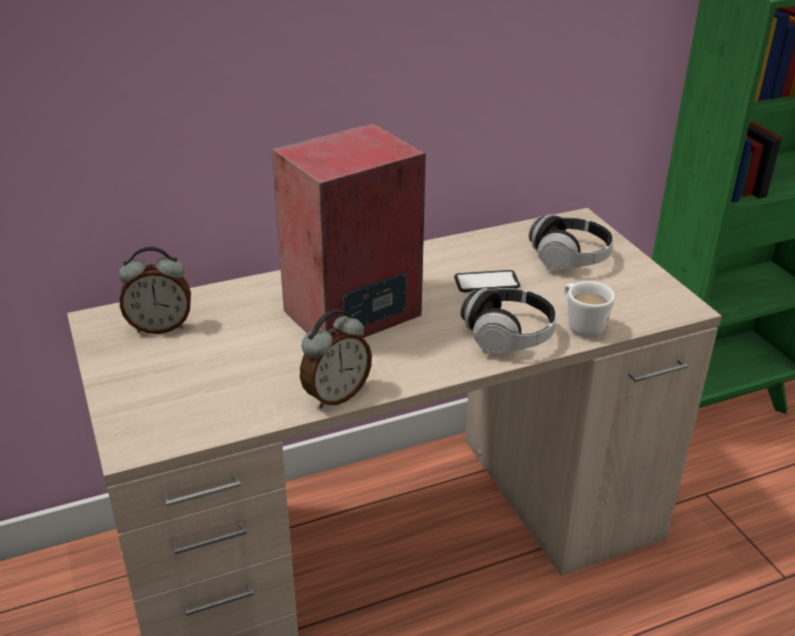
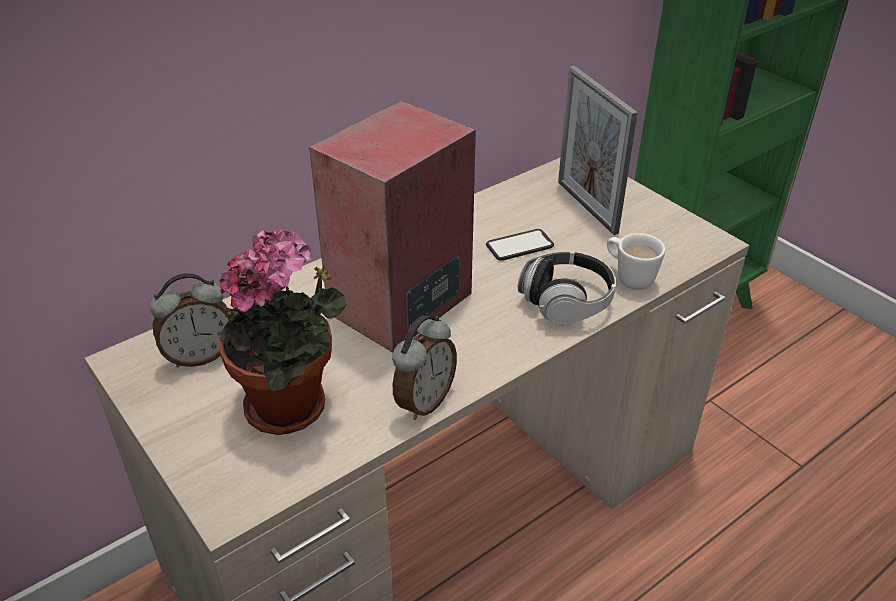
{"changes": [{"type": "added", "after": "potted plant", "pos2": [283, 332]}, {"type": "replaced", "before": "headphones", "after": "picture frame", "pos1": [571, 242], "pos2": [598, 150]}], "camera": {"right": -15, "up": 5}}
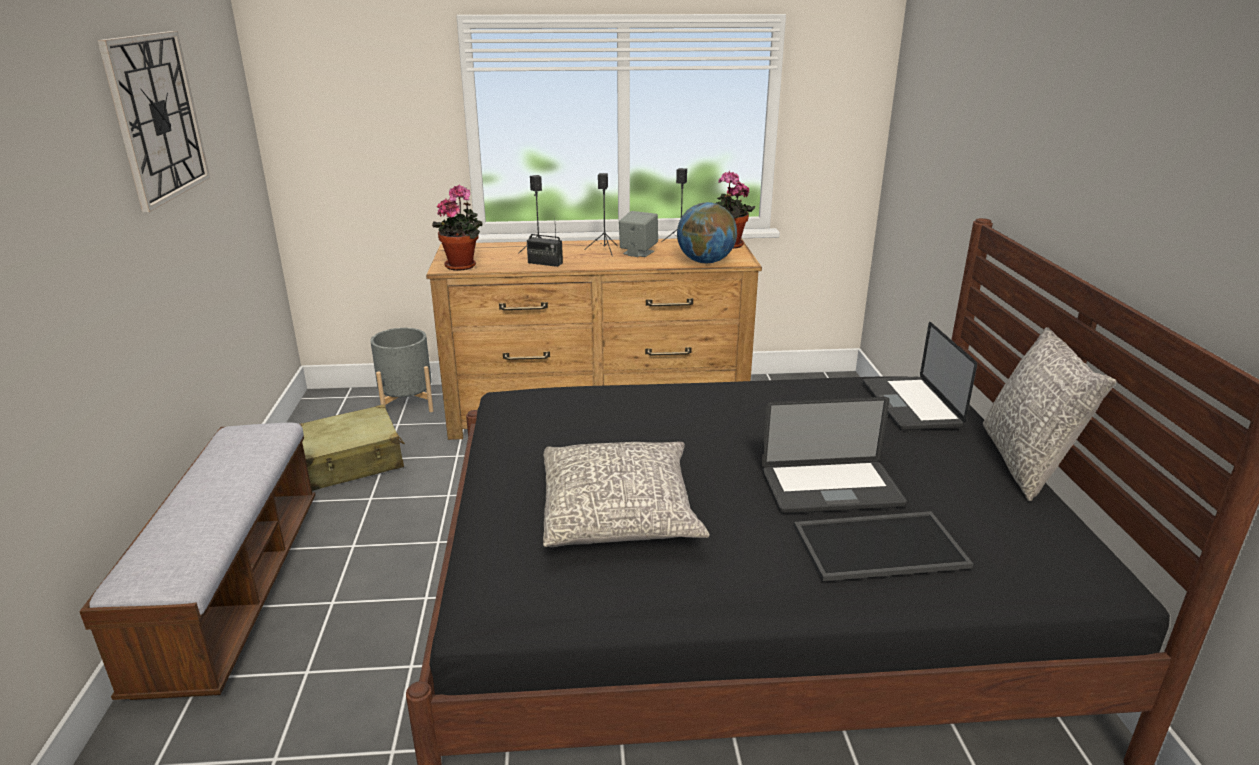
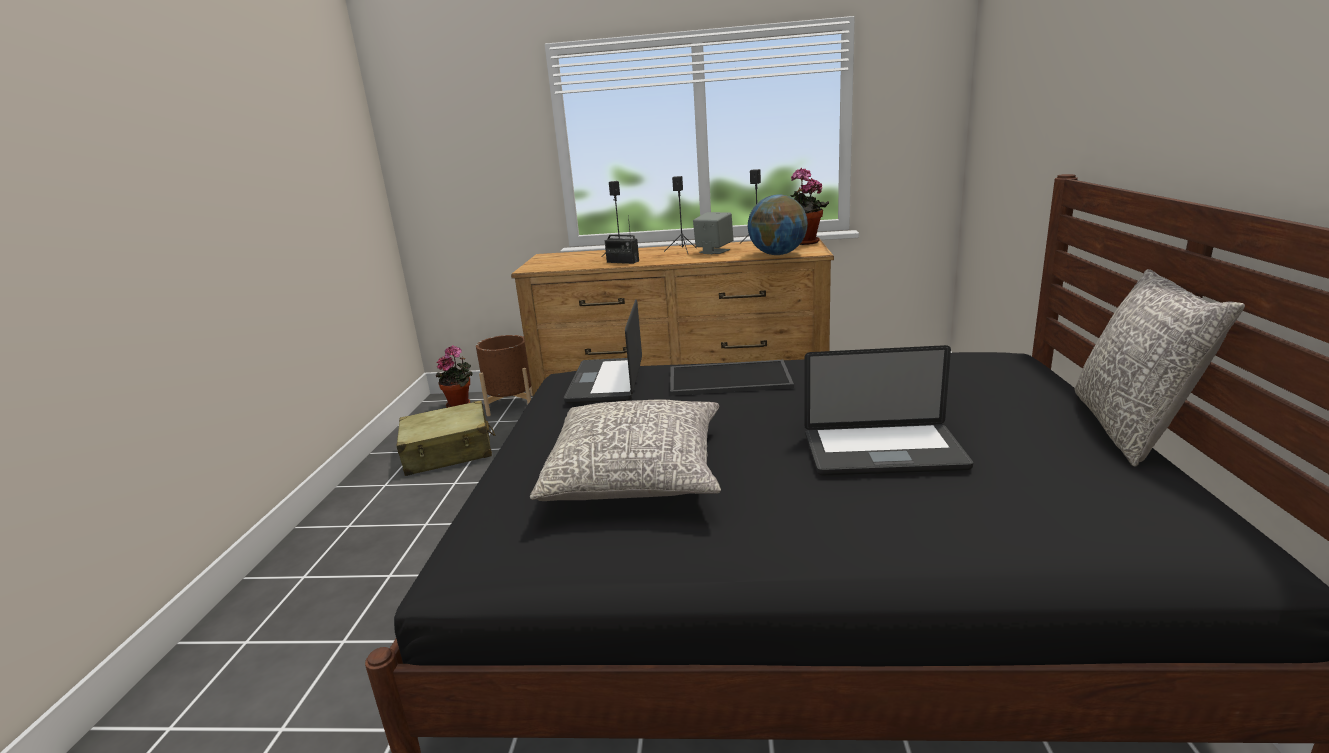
{"changes": [{"type": "moved", "before": "potted plant", "pos1": [457, 228], "pos2": [454, 377]}, {"type": "recoloured", "before": "planter/grey", "after": "planter/brown", "pos1": [401, 370], "pos2": [504, 375]}, {"type": "moved", "before": "laptop", "pos1": [920, 376], "pos2": [603, 351]}, {"type": "moved", "before": "tray", "pos1": [883, 546], "pos2": [732, 378]}, {"type": "removed", "before": "bench", "pos1": [197, 561]}, {"type": "removed", "before": "wall clock", "pos1": [153, 121]}], "camera": {"right": 10, "up": -5}}
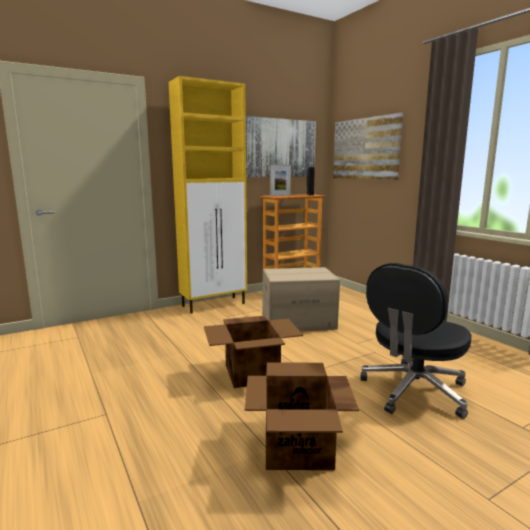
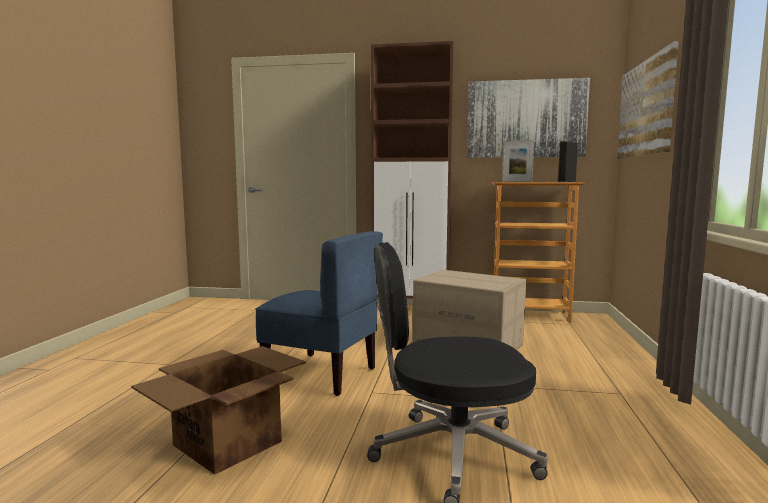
{"changes": [{"type": "replaced", "before": "cardboard box", "after": "chair/blue", "pos1": [253, 352], "pos2": [319, 313]}, {"type": "recoloured", "before": "cabinet/yellow", "after": "cabinet/brown", "pos1": [208, 194], "pos2": [412, 170]}], "camera": {"right": 40, "up": -5}}
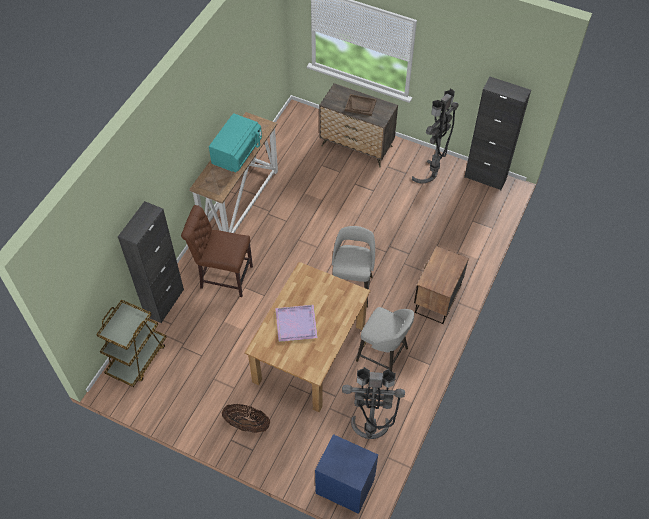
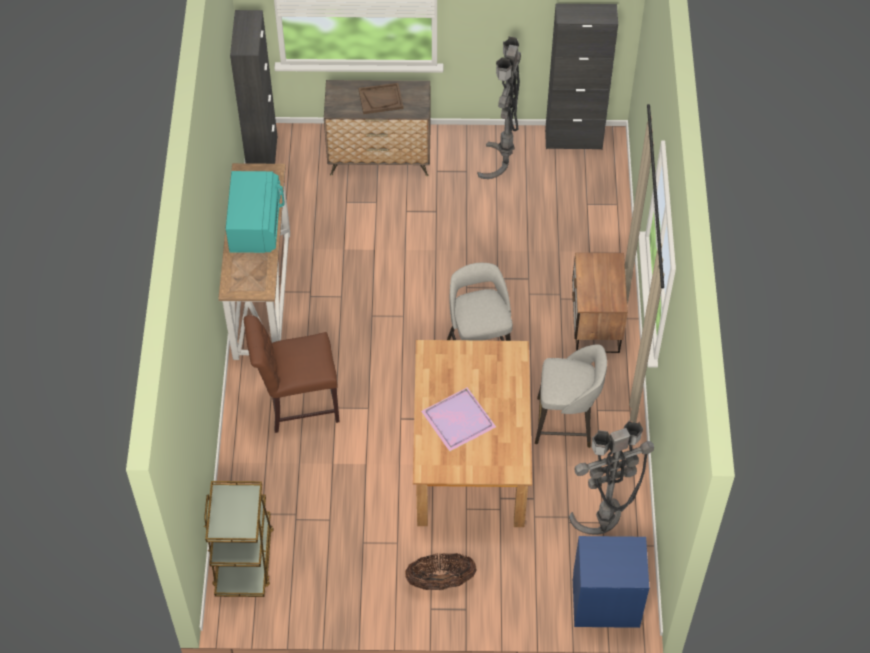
{"changes": [{"type": "moved", "before": "cabinet/black", "pos1": [151, 262], "pos2": [253, 87]}], "camera": {"right": -25, "up": 0}}
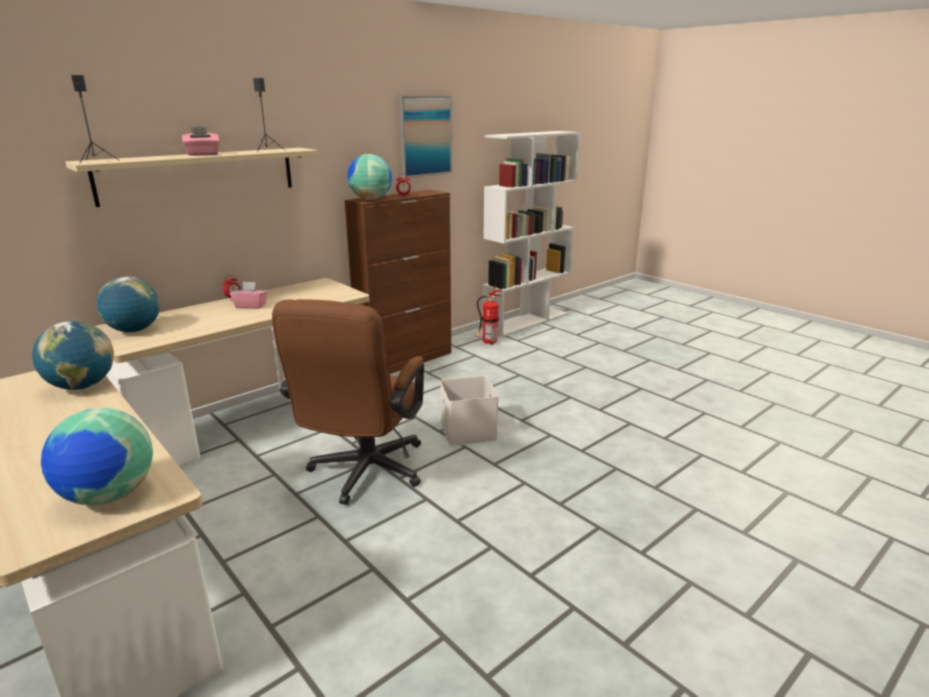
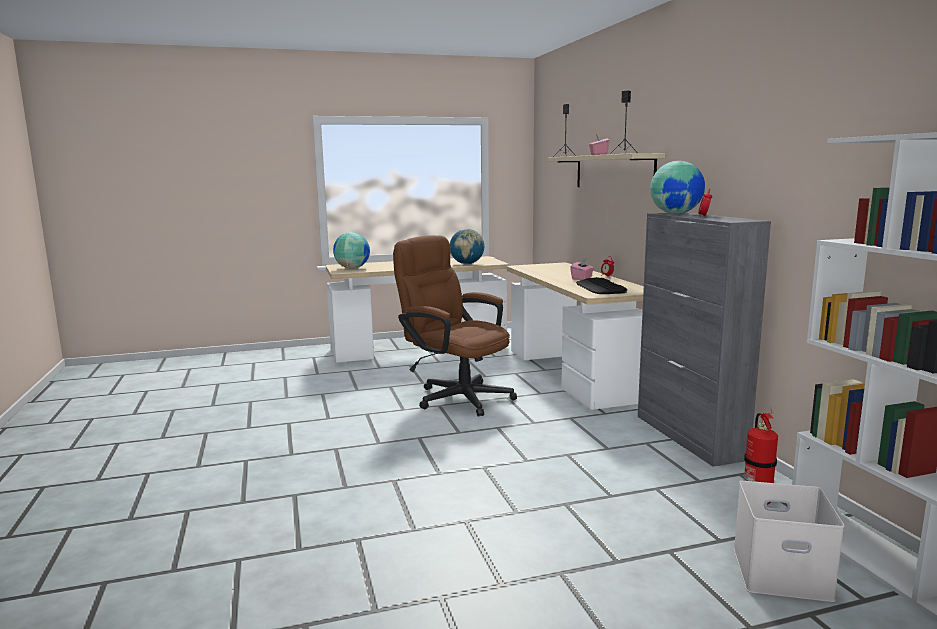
{"changes": [{"type": "added", "after": "keyboard", "pos2": [601, 285]}, {"type": "recoloured", "before": "cabinet/brown", "after": "cabinet/grey", "pos1": [397, 281], "pos2": [704, 340]}, {"type": "moved", "before": "storage box/white", "pos1": [469, 411], "pos2": [789, 541]}, {"type": "removed", "before": "globe", "pos1": [128, 304]}, {"type": "removed", "before": "picture", "pos1": [425, 137]}], "camera": {"right": 115, "up": -10}}
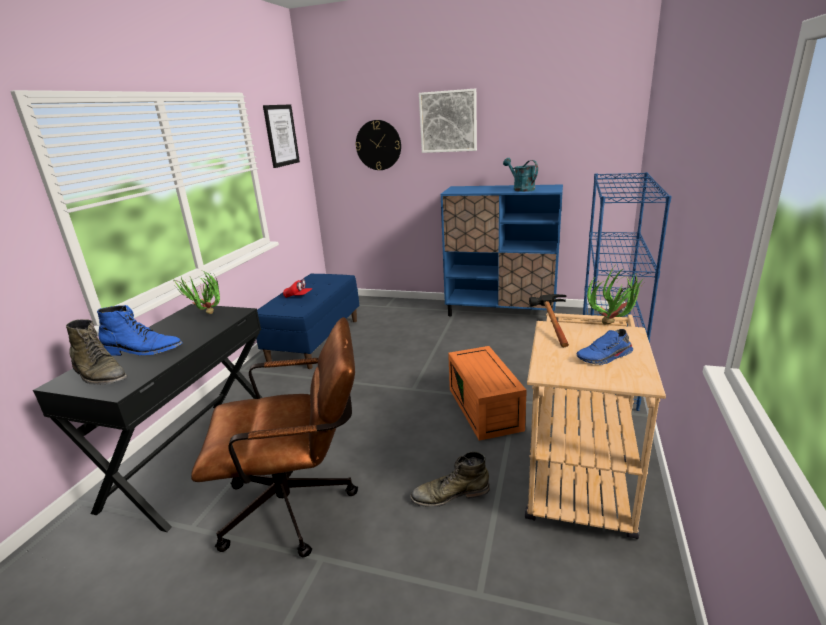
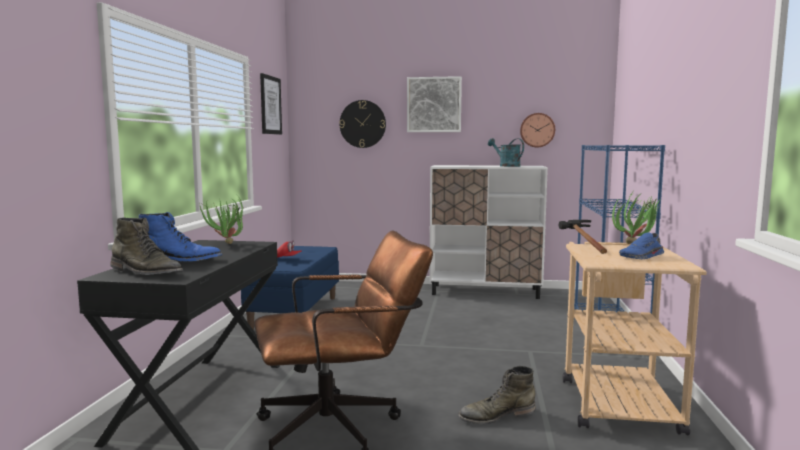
{"changes": [{"type": "recoloured", "before": "cabinet/blue", "after": "cabinet/white", "pos1": [501, 250], "pos2": [488, 232]}, {"type": "added", "after": "wall clock", "pos2": [537, 130]}, {"type": "removed", "before": "storage box/orange", "pos1": [487, 393]}], "camera": {"right": -10, "up": -15}}
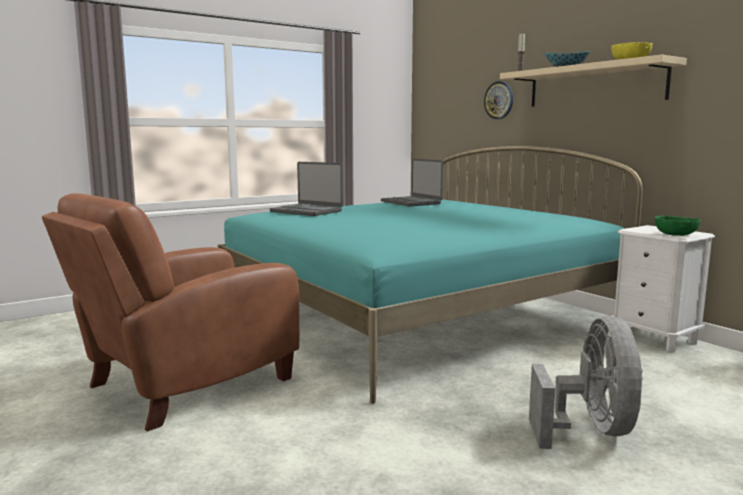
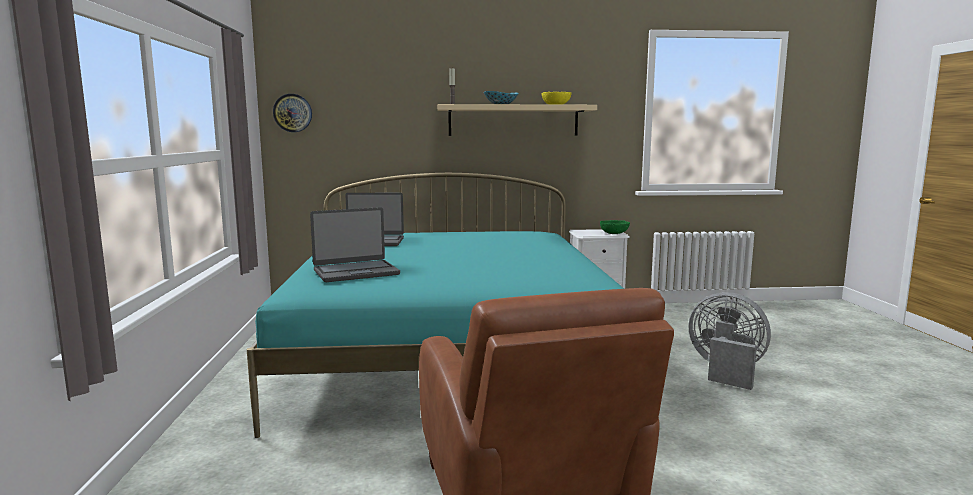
{"changes": [{"type": "moved", "before": "wall clock", "pos1": [498, 100], "pos2": [292, 113]}], "camera": {"right": -60, "up": 0}}
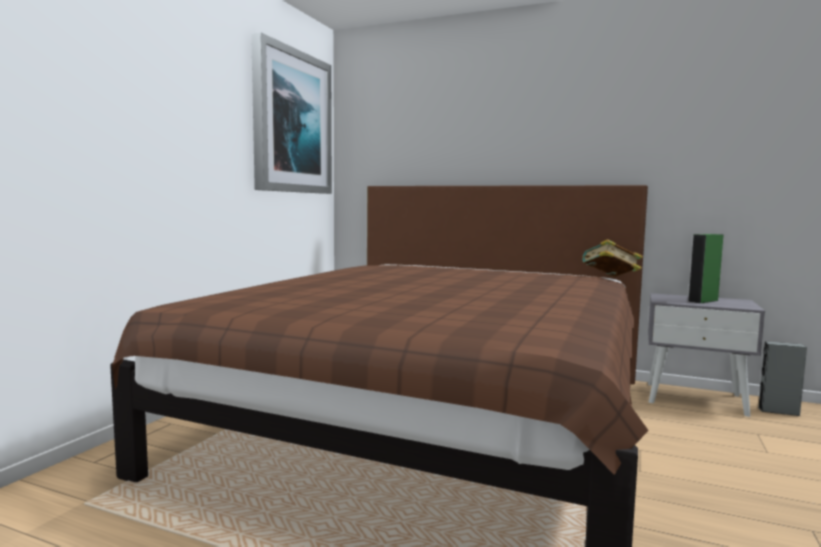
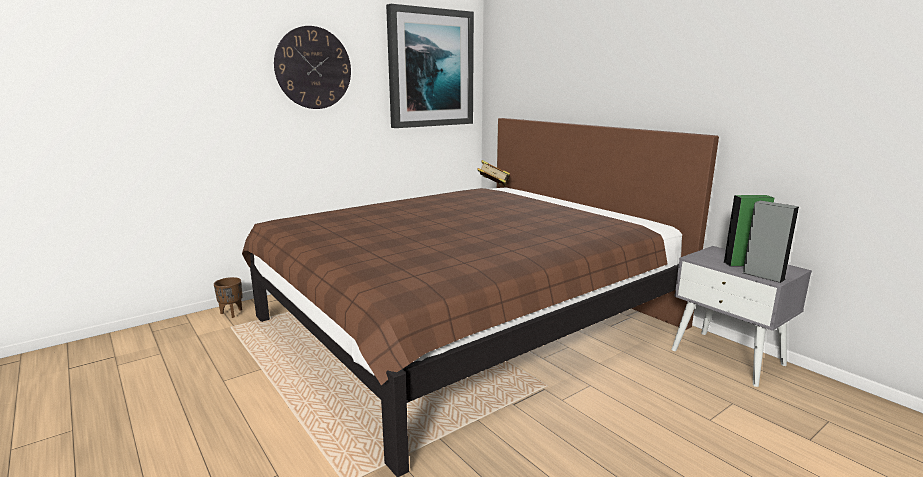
{"changes": [{"type": "added", "after": "planter/brown", "pos2": [228, 297]}, {"type": "added", "after": "wall clock", "pos2": [312, 67]}, {"type": "moved", "before": "book", "pos1": [612, 258], "pos2": [493, 173]}, {"type": "moved", "before": "speaker/grey", "pos1": [782, 378], "pos2": [771, 241]}], "camera": {"right": 30, "up": 10}}
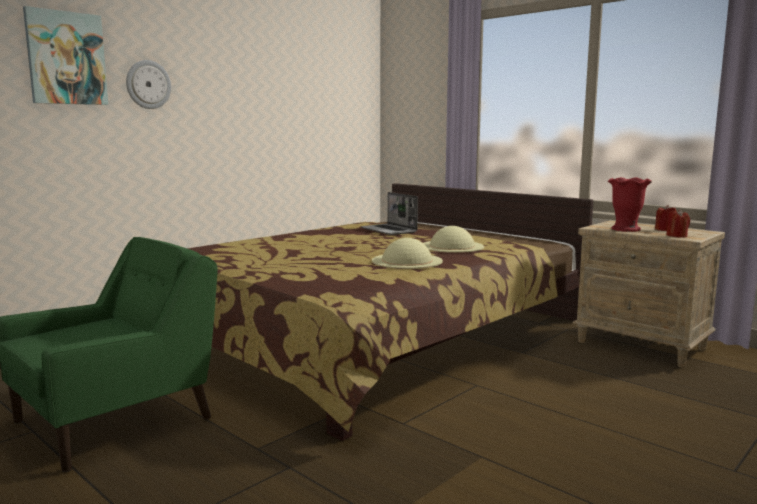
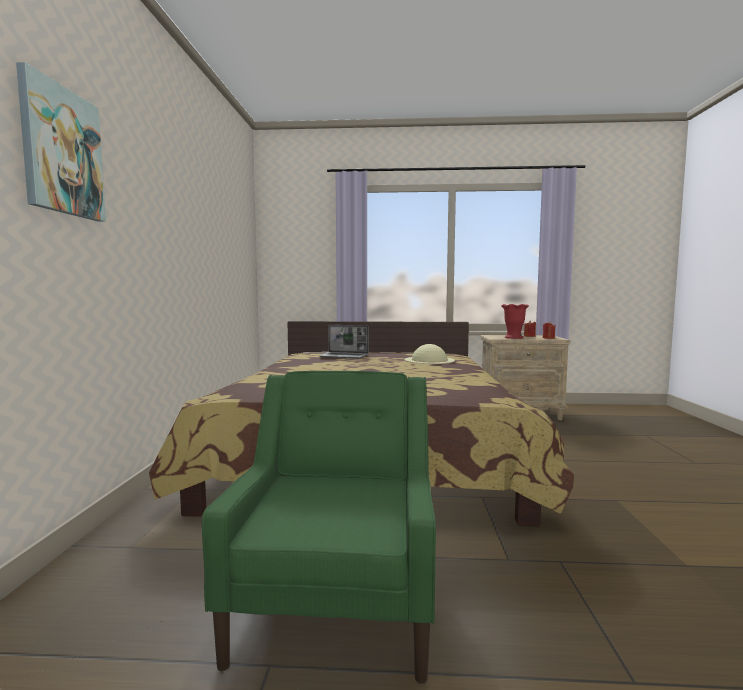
{"changes": [{"type": "removed", "before": "wall clock", "pos1": [148, 84]}, {"type": "removed", "before": "hat/beige", "pos1": [407, 253]}], "camera": {"right": -40, "up": -5}}
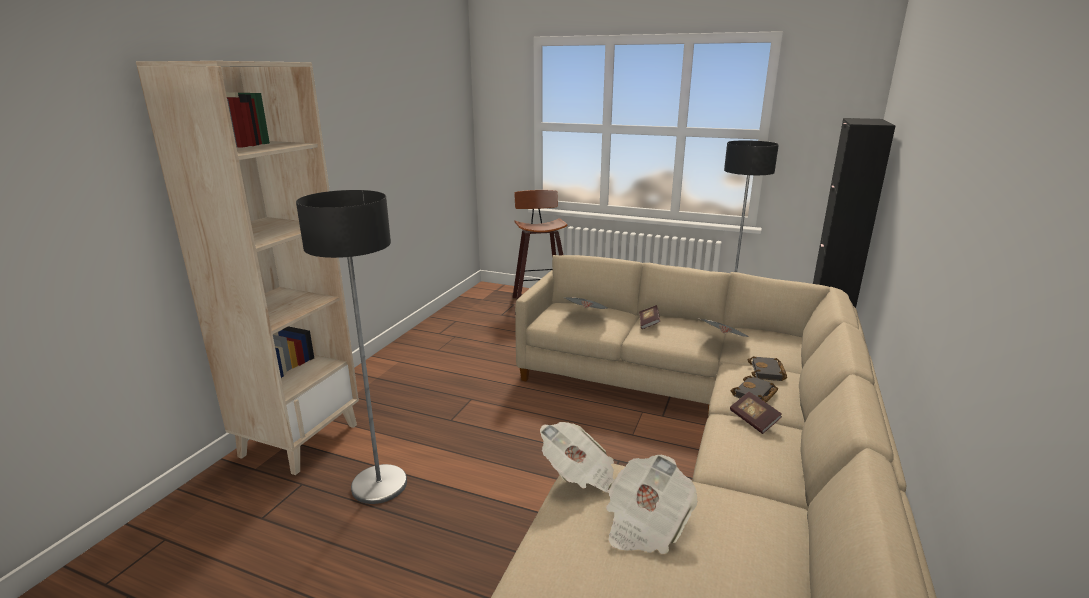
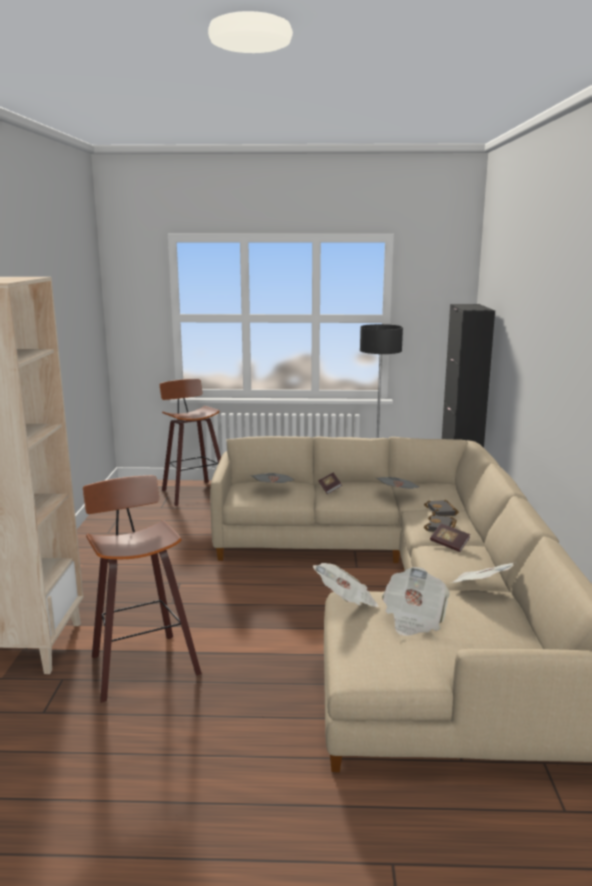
{"changes": [{"type": "replaced", "before": "floor lamp", "after": "stool", "pos1": [351, 347], "pos2": [142, 589]}, {"type": "added", "after": "newspaper", "pos2": [483, 572]}], "camera": {"right": -20, "up": -5}}
